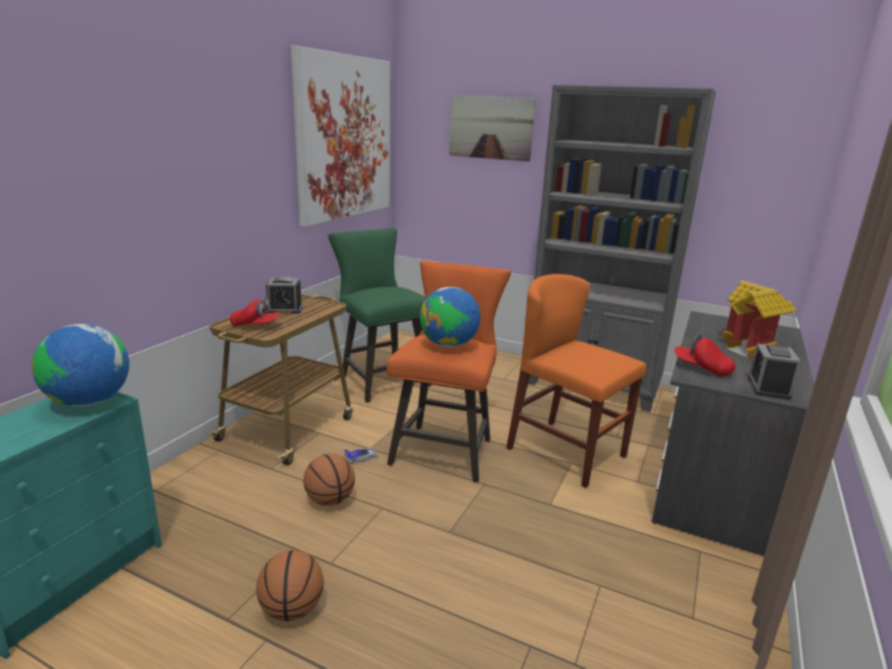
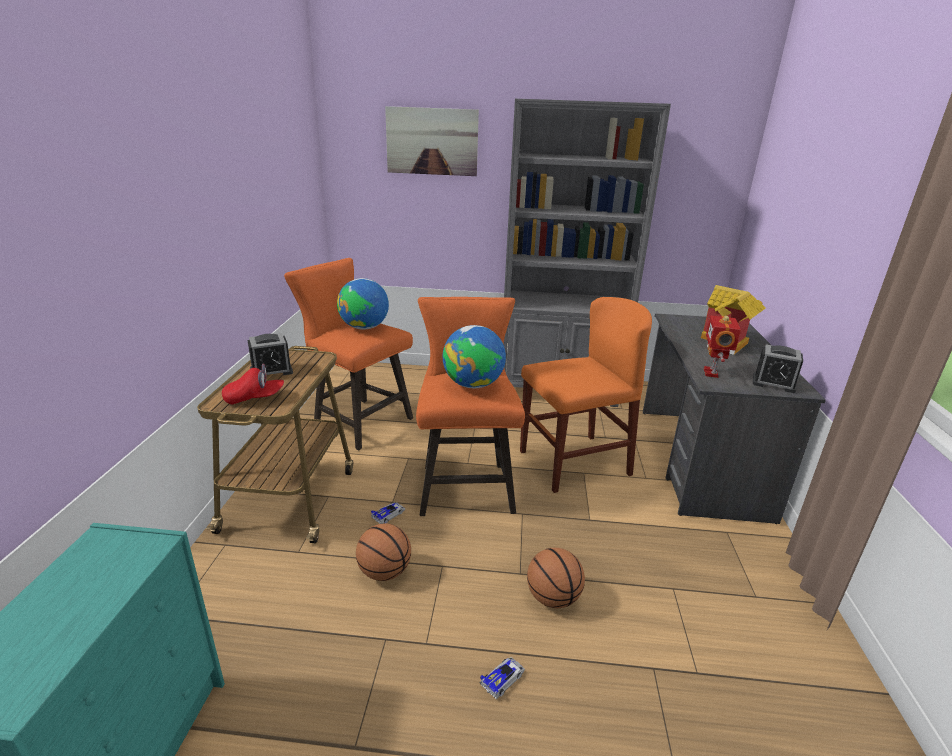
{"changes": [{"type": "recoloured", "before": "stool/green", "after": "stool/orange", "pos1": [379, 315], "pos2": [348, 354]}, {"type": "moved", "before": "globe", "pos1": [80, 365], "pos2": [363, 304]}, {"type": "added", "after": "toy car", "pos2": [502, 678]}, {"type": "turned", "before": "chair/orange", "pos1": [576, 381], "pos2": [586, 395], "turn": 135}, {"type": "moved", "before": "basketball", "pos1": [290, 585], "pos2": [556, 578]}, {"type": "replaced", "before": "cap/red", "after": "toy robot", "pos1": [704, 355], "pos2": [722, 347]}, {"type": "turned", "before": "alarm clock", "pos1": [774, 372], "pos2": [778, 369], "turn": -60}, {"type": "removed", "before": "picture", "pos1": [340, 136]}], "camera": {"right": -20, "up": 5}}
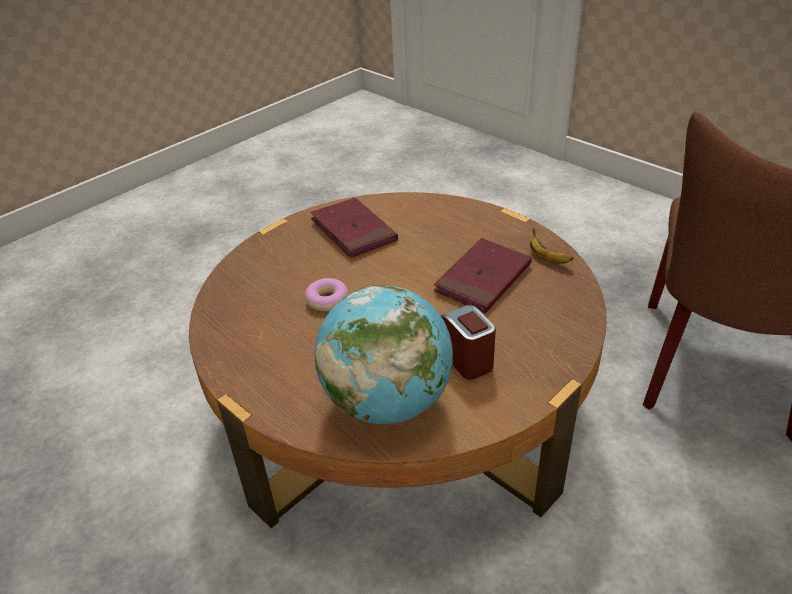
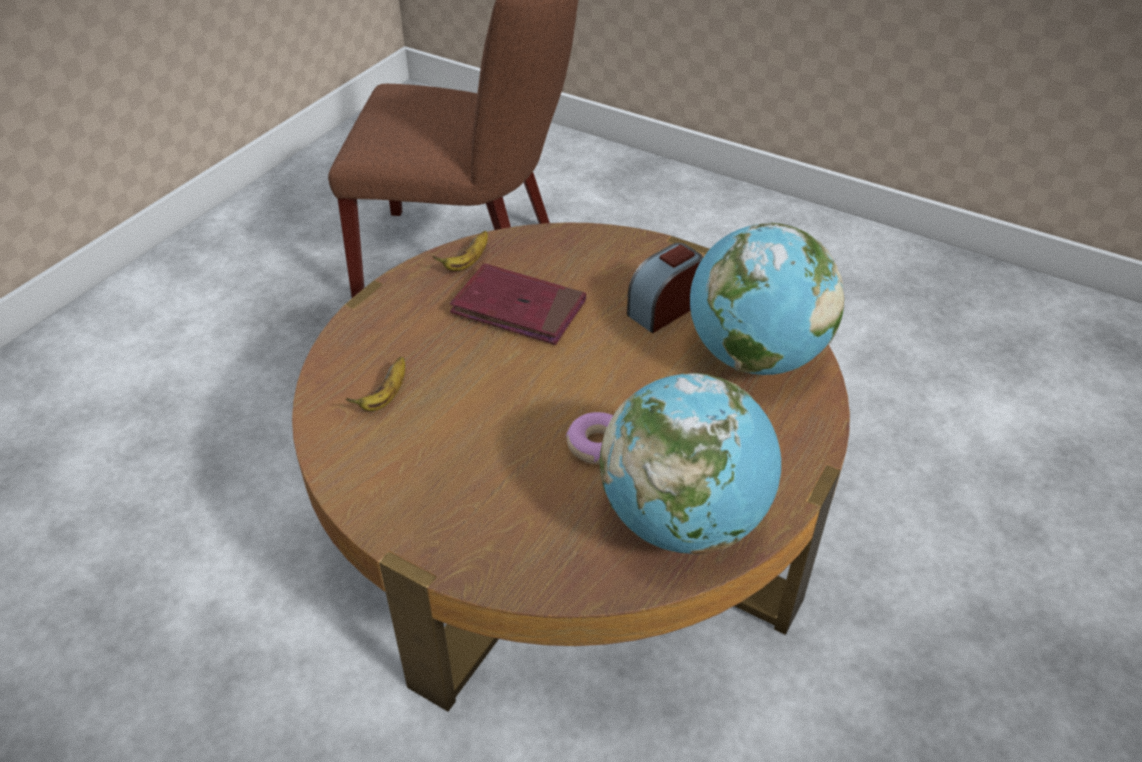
{"changes": [{"type": "added", "after": "banana", "pos2": [375, 384]}, {"type": "added", "after": "globe", "pos2": [690, 464]}, {"type": "removed", "before": "book/red", "pos1": [354, 228]}], "camera": {"right": -105, "up": 5}}
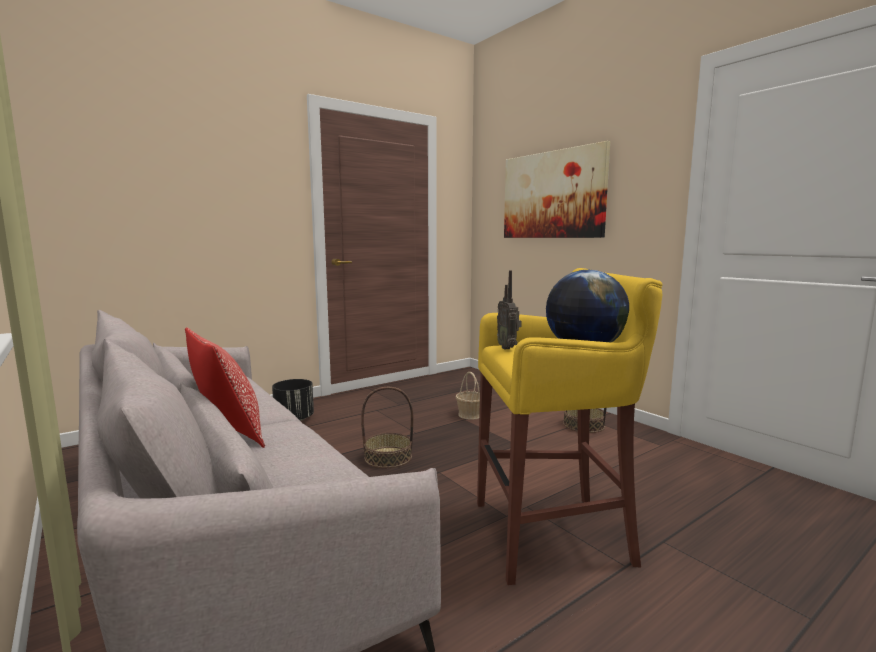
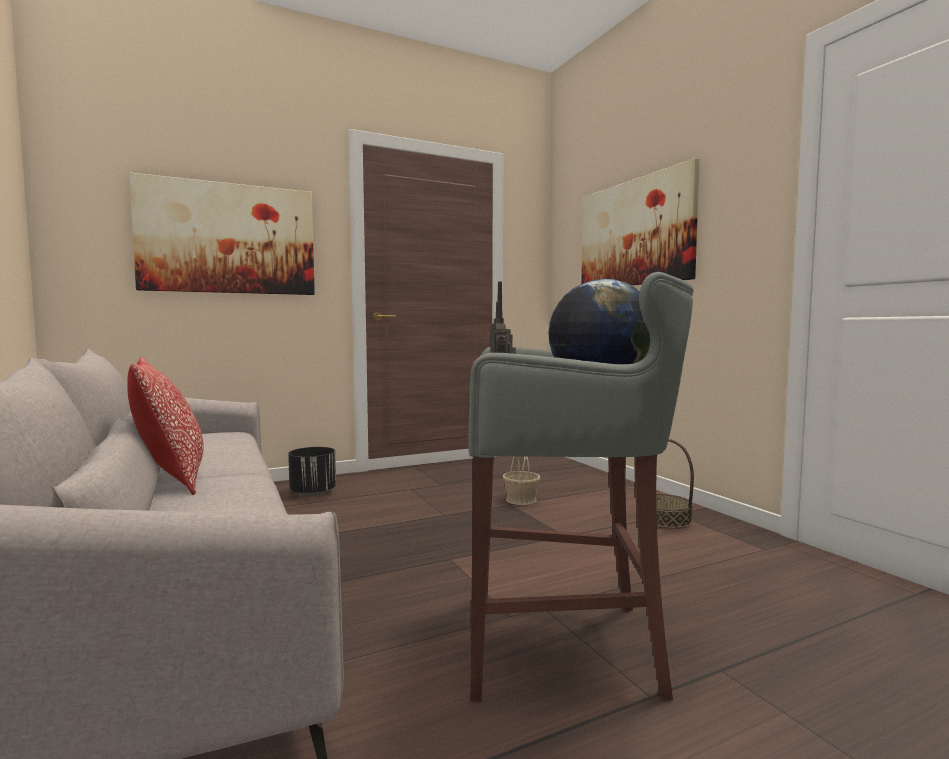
{"changes": [{"type": "added", "after": "picture", "pos2": [222, 234]}, {"type": "recoloured", "before": "stool/yellow", "after": "stool/grey", "pos1": [569, 426], "pos2": [581, 487]}, {"type": "removed", "before": "basket", "pos1": [387, 427]}], "camera": {"right": 10, "up": -5}}
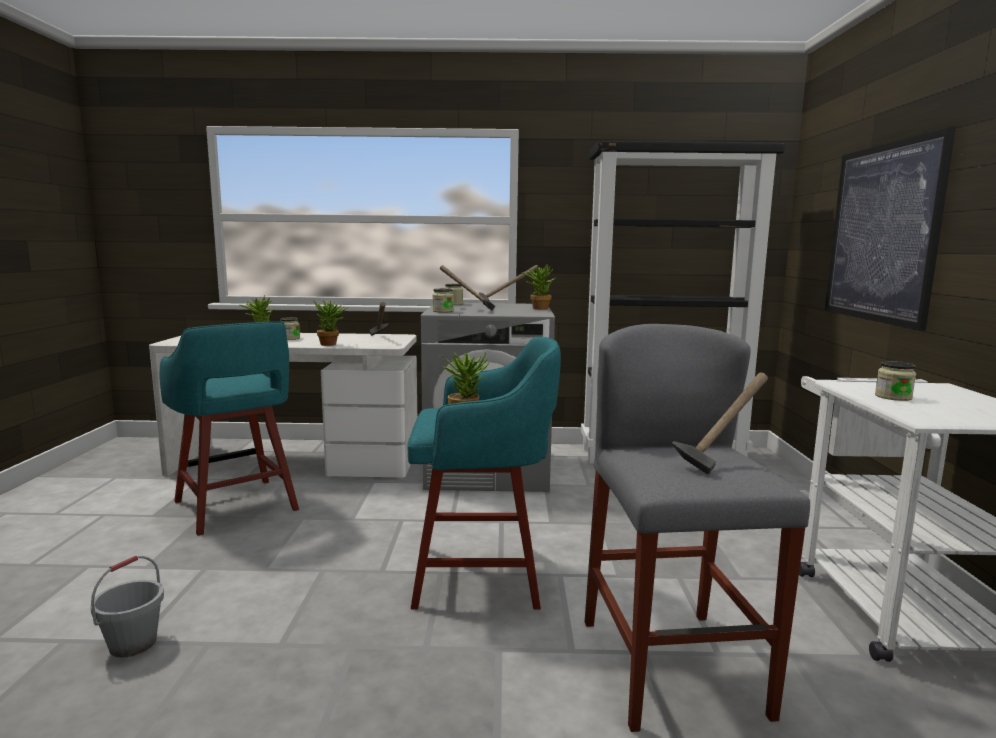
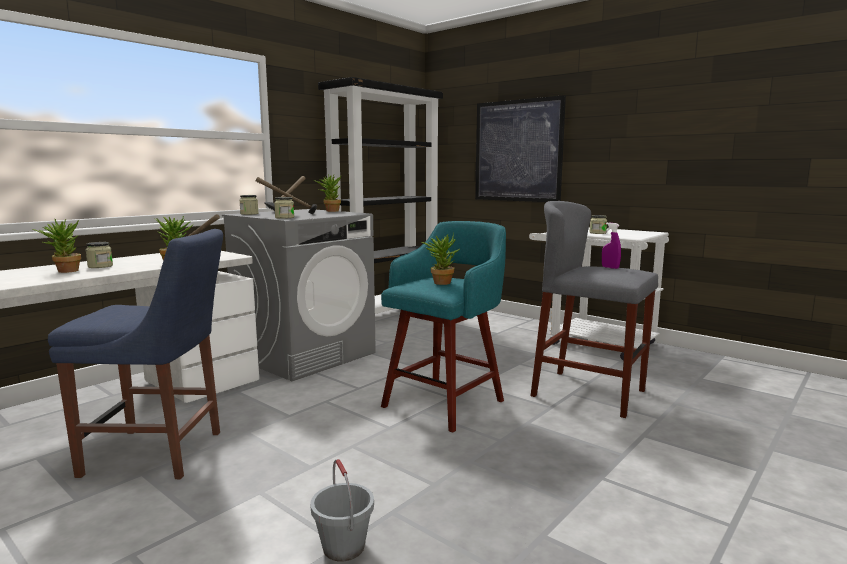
{"changes": [{"type": "replaced", "before": "stool/turquoise", "after": "chair/blue", "pos1": [229, 429], "pos2": [135, 354]}, {"type": "replaced", "before": "hammer", "after": "spray bottle/purple", "pos1": [720, 423], "pos2": [611, 245]}], "camera": {"right": -50, "up": 0}}
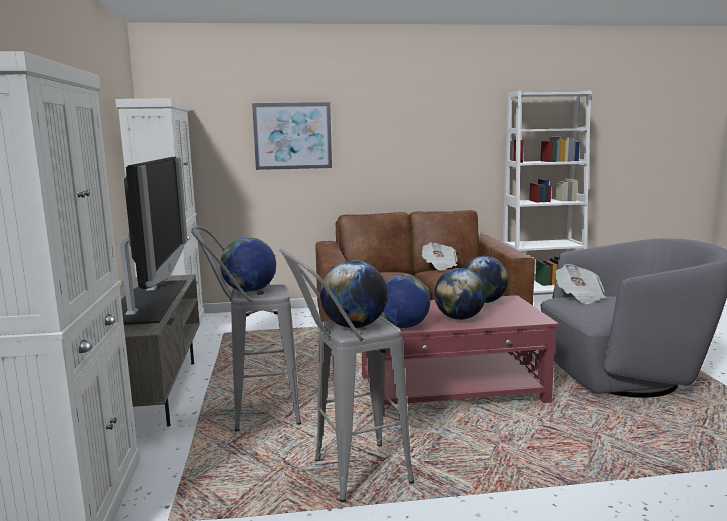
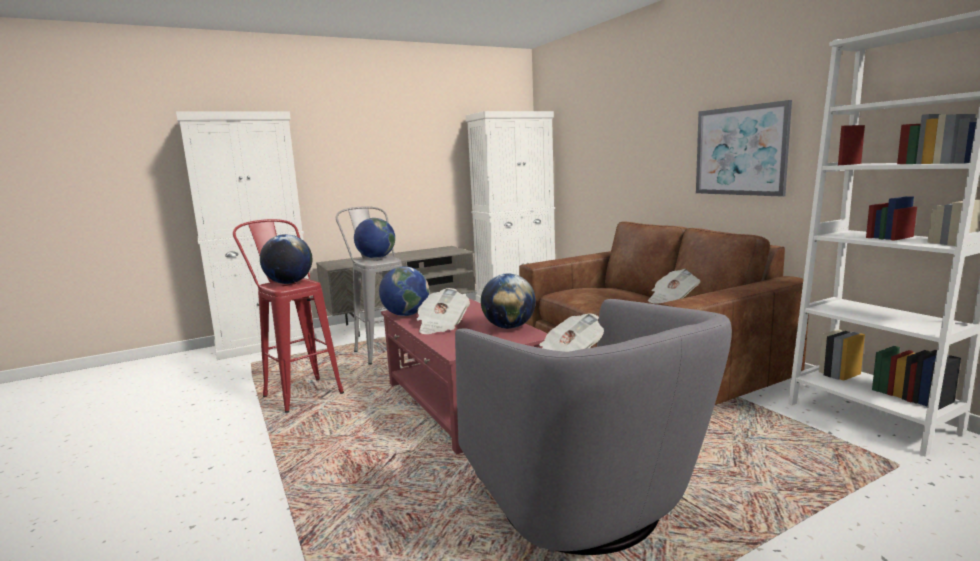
{"changes": [{"type": "recoloured", "before": "stool/grey", "after": "stool/red", "pos1": [346, 375], "pos2": [288, 316]}, {"type": "replaced", "before": "globe", "after": "newspaper", "pos1": [460, 294], "pos2": [443, 311]}, {"type": "moved", "before": "picture", "pos1": [292, 136], "pos2": [744, 148]}, {"type": "removed", "before": "television", "pos1": [154, 241]}], "camera": {"right": 70, "up": 0}}
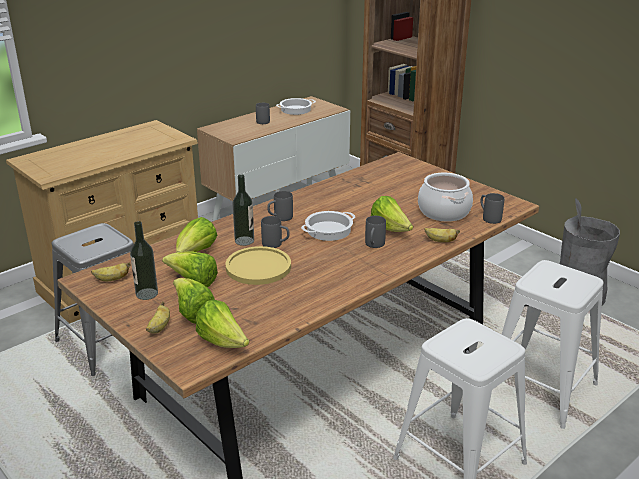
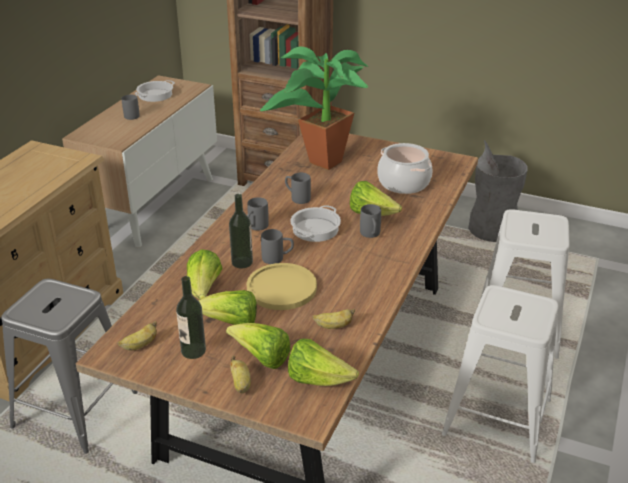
{"changes": [{"type": "added", "after": "potted plant", "pos2": [314, 108]}, {"type": "moved", "before": "mug/grey", "pos1": [492, 208], "pos2": [298, 188]}, {"type": "moved", "before": "banana", "pos1": [442, 235], "pos2": [333, 319]}], "camera": {"right": -25, "up": 5}}
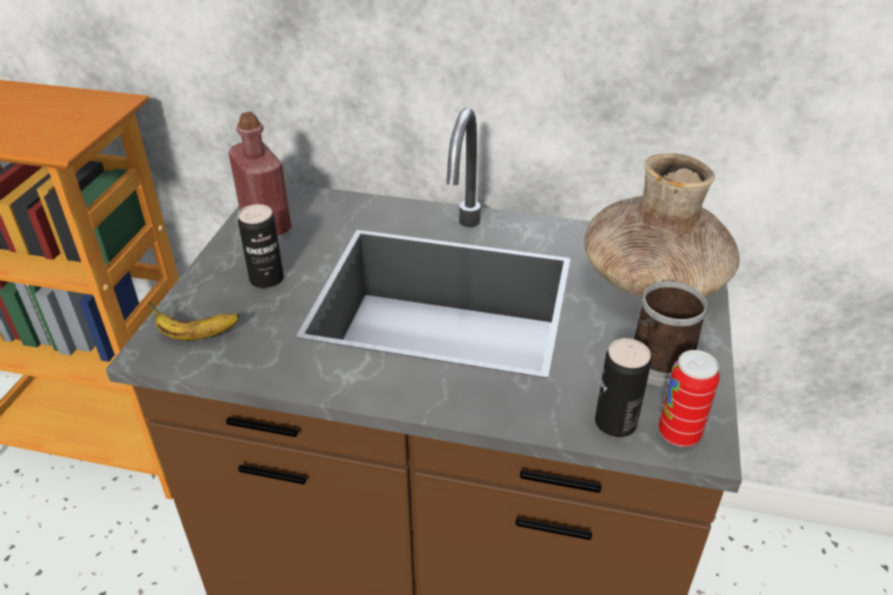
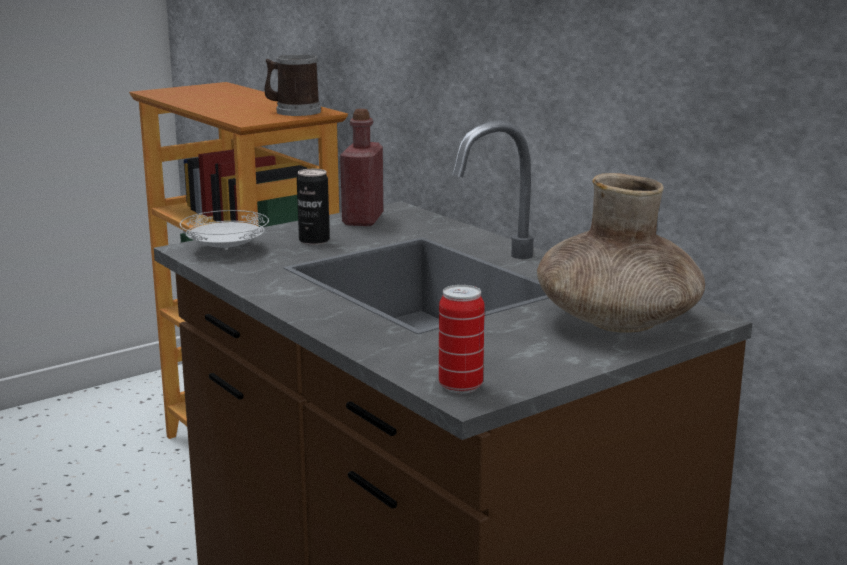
{"changes": [{"type": "replaced", "before": "banana", "after": "plate/white", "pos1": [193, 321], "pos2": [224, 230]}, {"type": "moved", "before": "mug", "pos1": [671, 334], "pos2": [293, 85]}, {"type": "removed", "before": "can", "pos1": [623, 387]}], "camera": {"right": 40, "up": -20}}
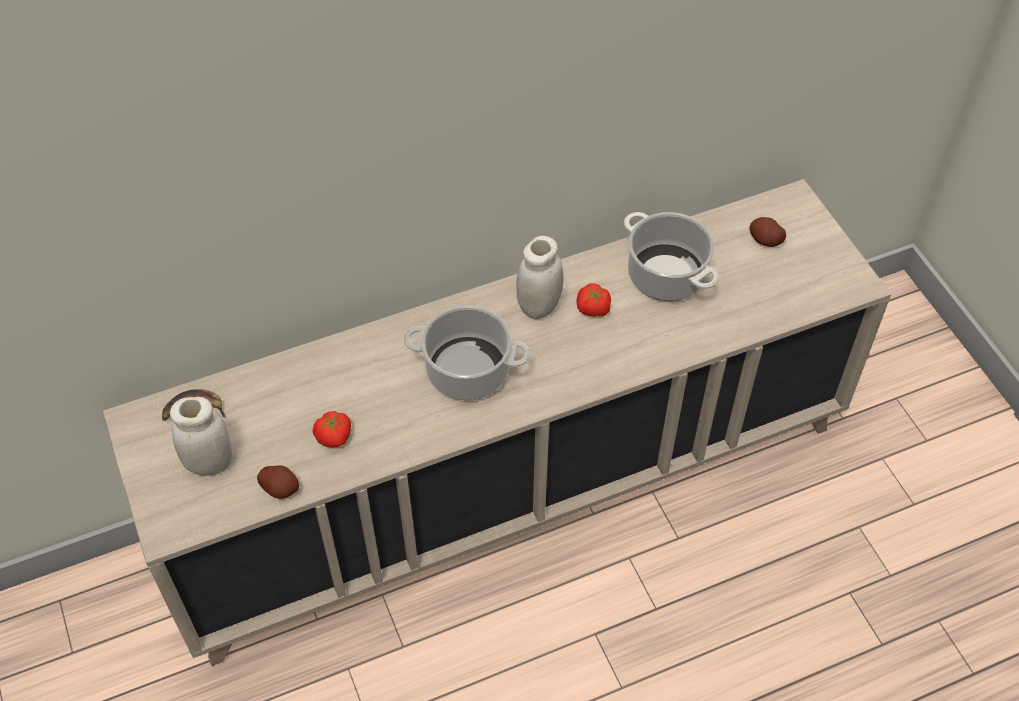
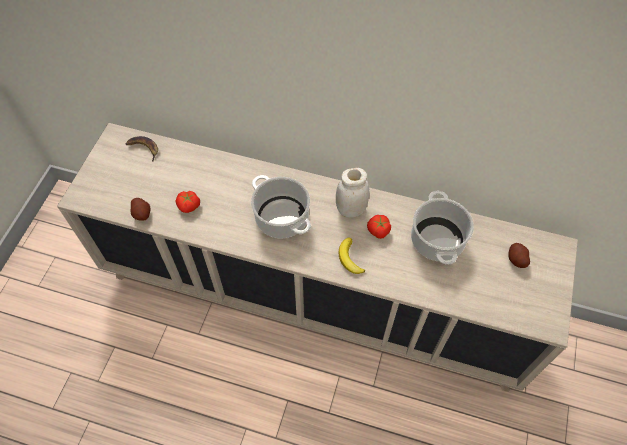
{"changes": [{"type": "added", "after": "banana", "pos2": [352, 255]}, {"type": "removed", "before": "jar/white", "pos1": [201, 436]}], "camera": {"right": 40, "up": 5}}
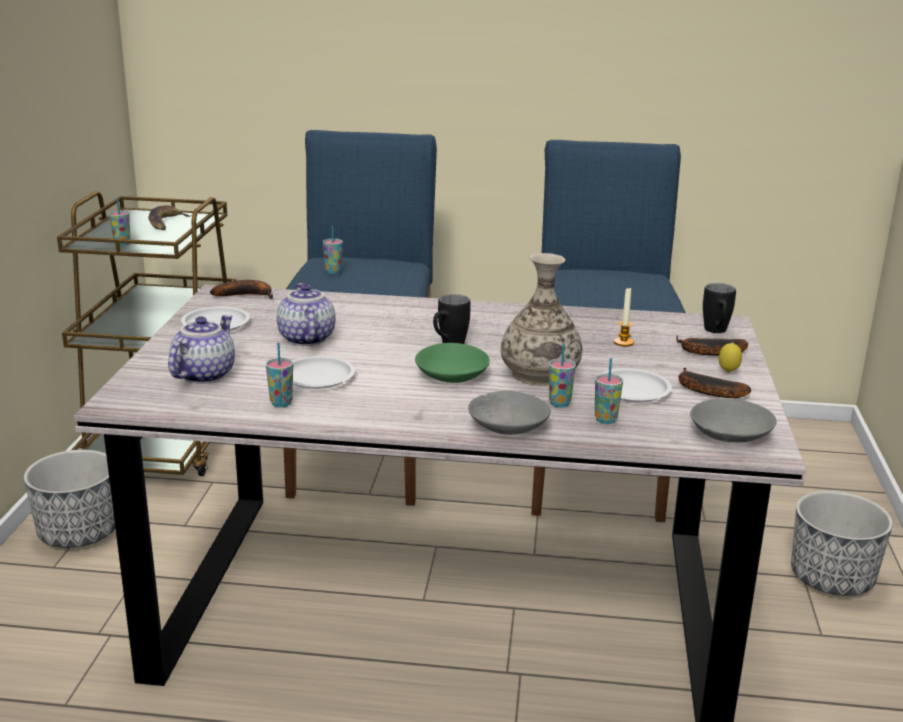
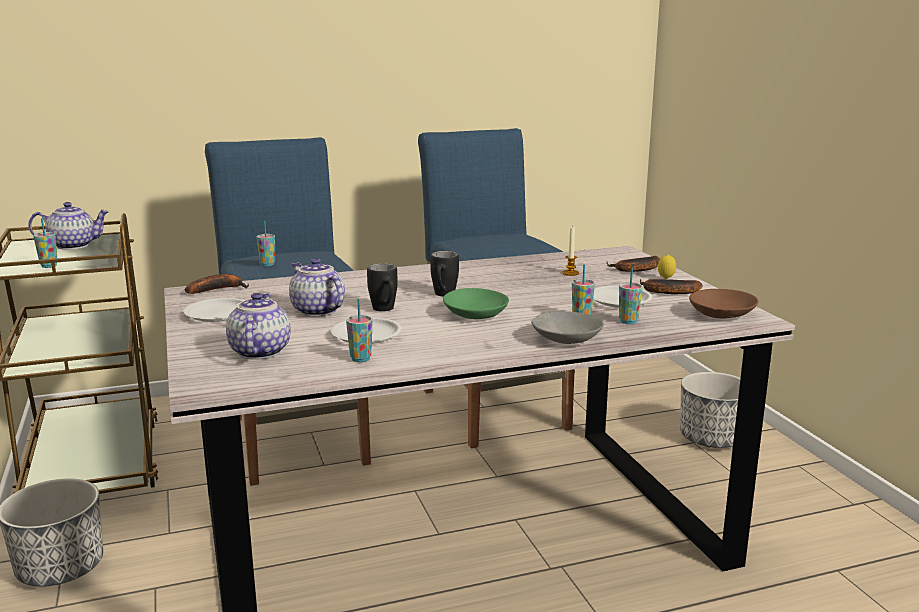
{"changes": [{"type": "replaced", "before": "banana", "after": "teapot", "pos1": [170, 217], "pos2": [69, 226]}, {"type": "moved", "before": "mug/black", "pos1": [719, 308], "pos2": [382, 287]}, {"type": "recoloured", "before": "bowl/grey", "after": "bowl/brown", "pos1": [733, 420], "pos2": [724, 303]}, {"type": "removed", "before": "vase", "pos1": [541, 319]}], "camera": {"right": -25, "up": -5}}
